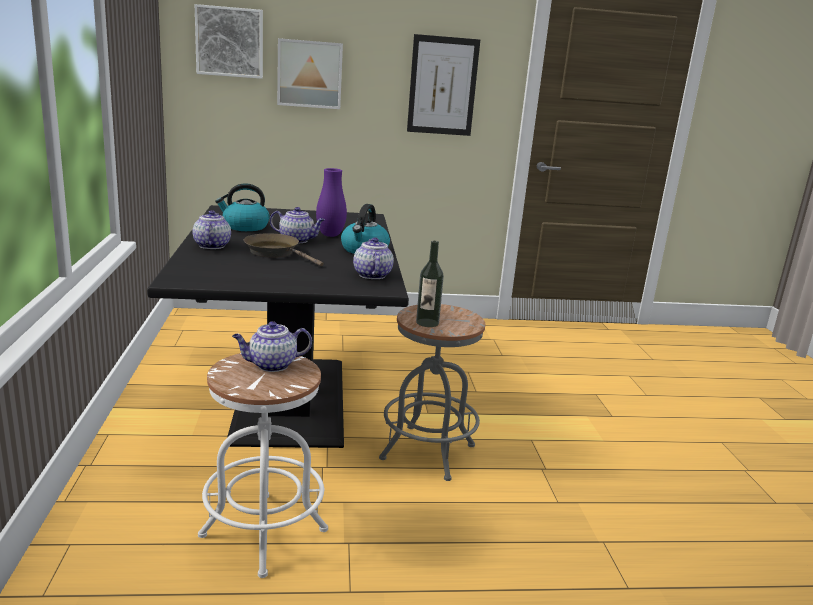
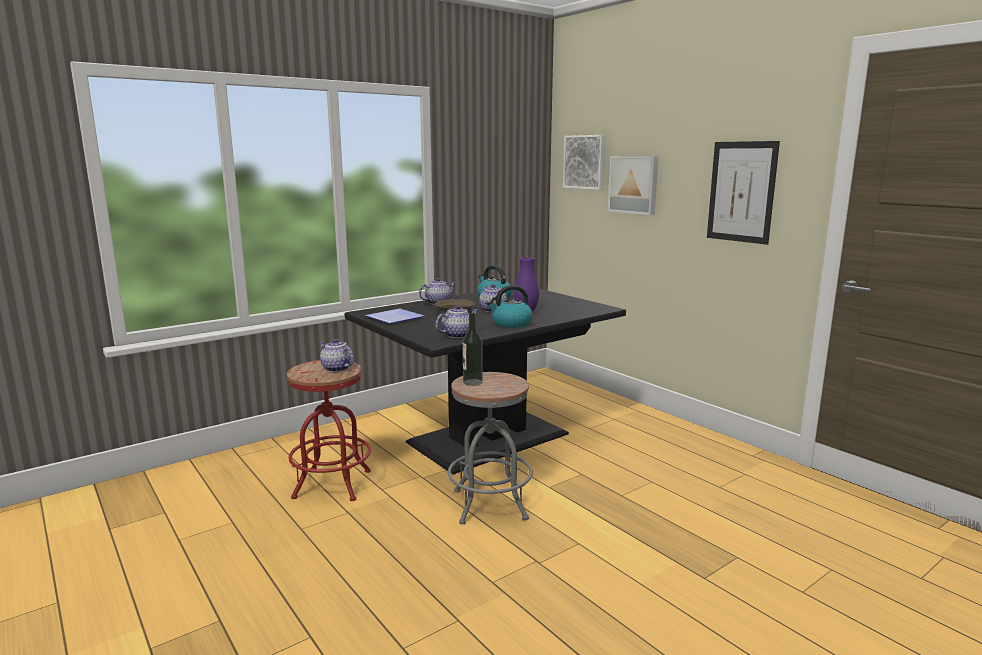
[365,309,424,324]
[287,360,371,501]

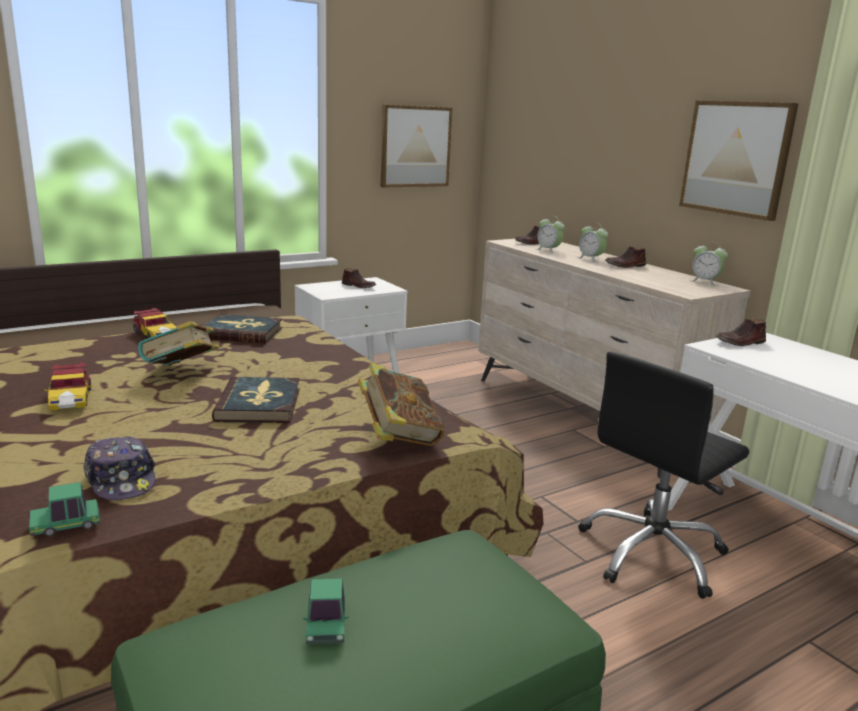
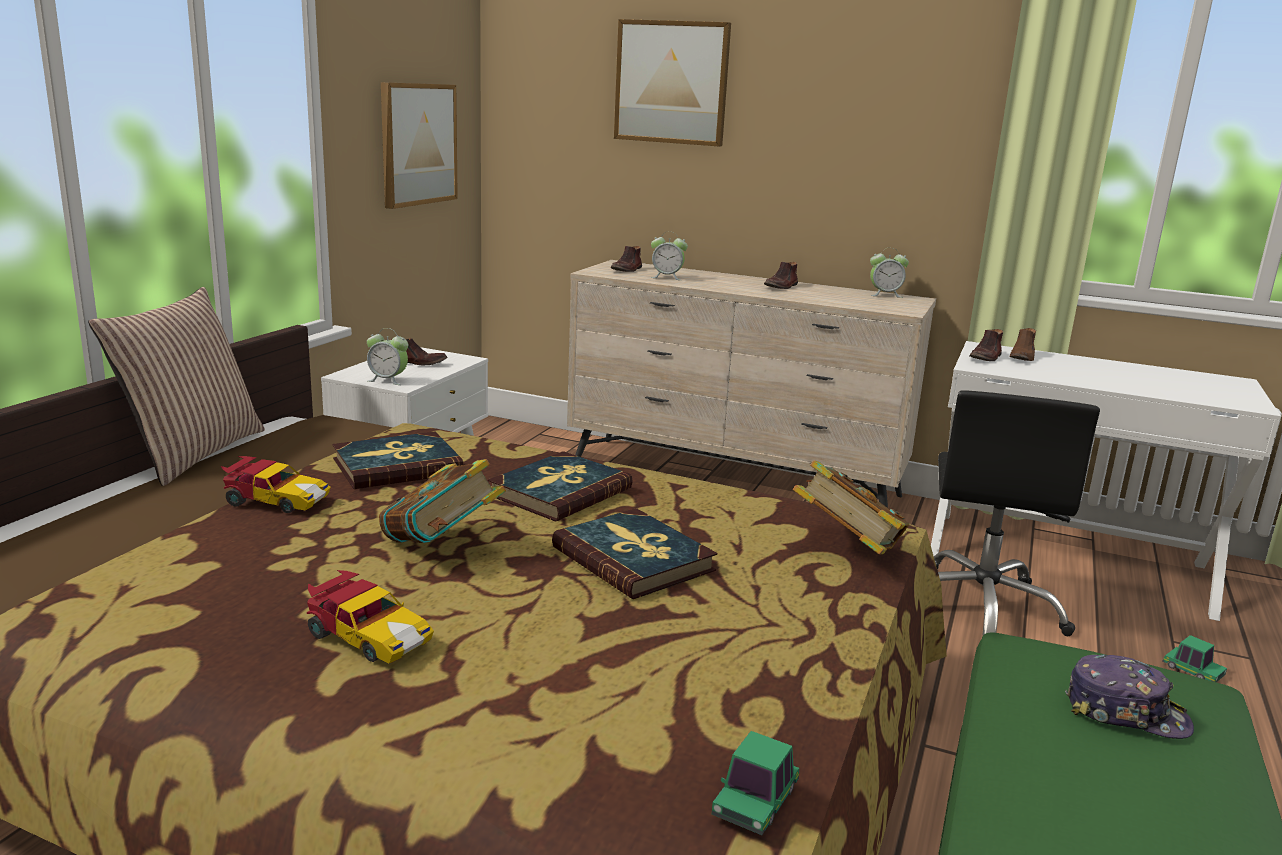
[88,287,265,486]
[488,451,633,522]
[1009,328,1036,361]
[1065,654,1194,739]
[1163,635,1227,682]
[367,328,408,385]
[614,19,731,147]

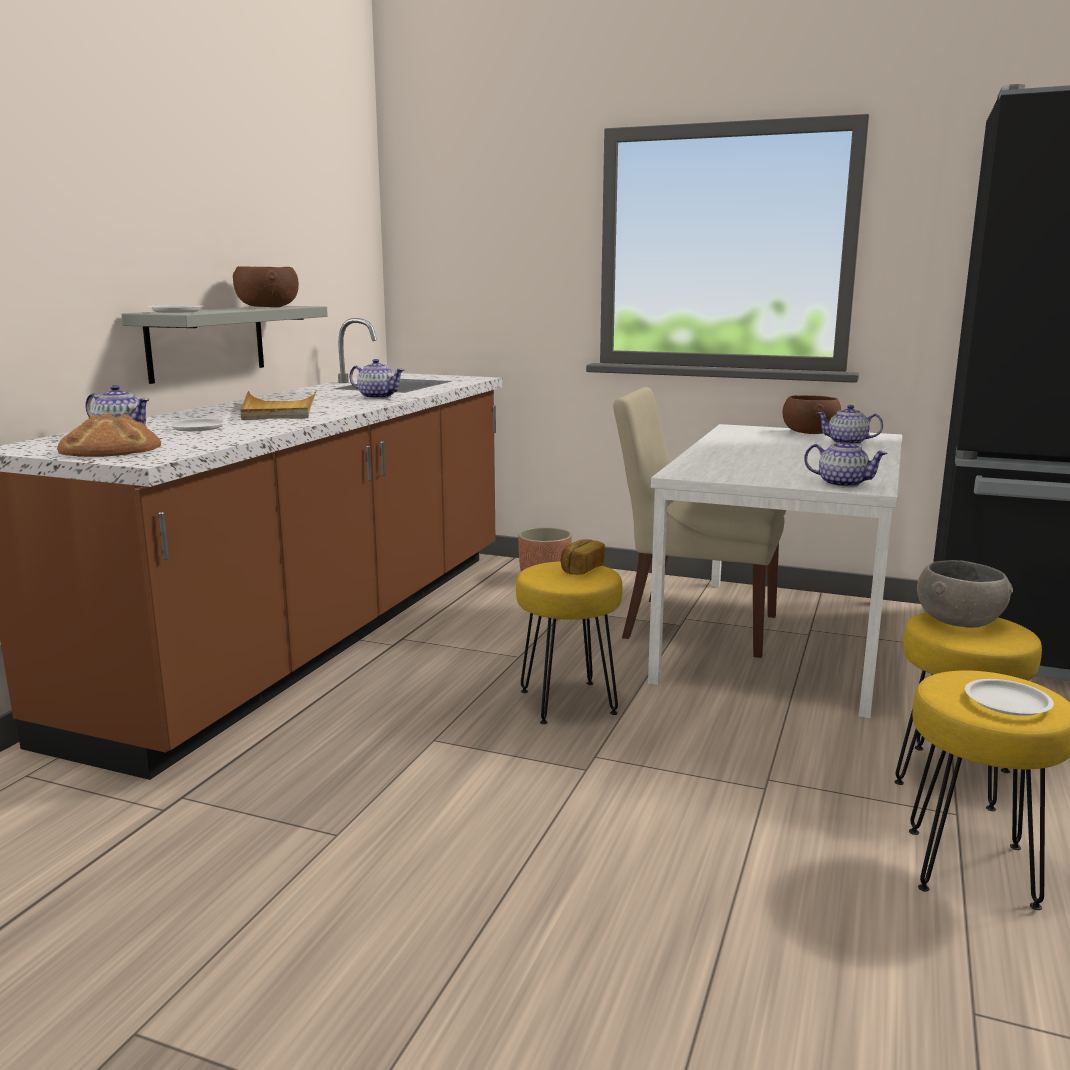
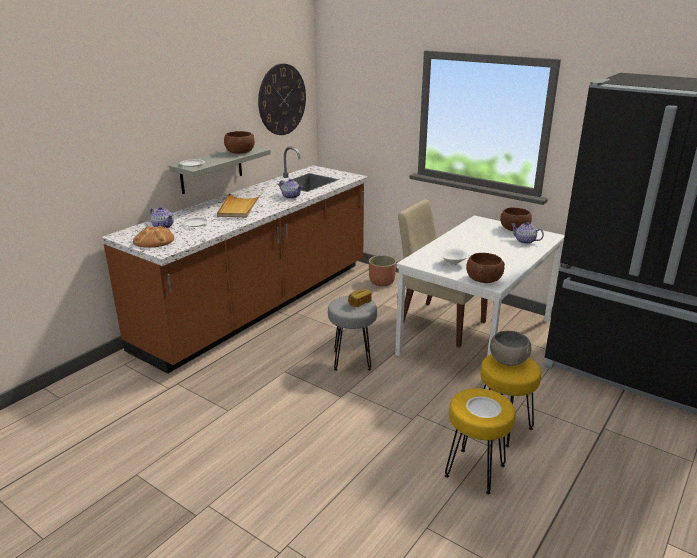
[258,64,306,135]
[439,248,470,265]
[466,253,505,283]
[328,296,377,371]

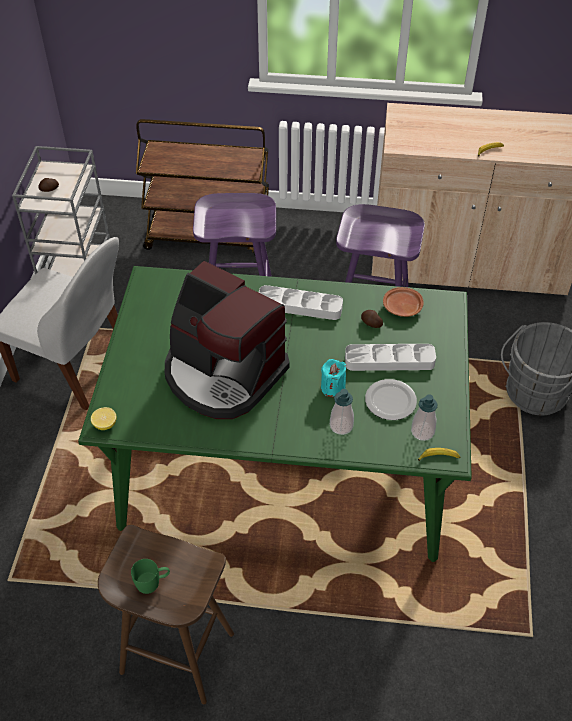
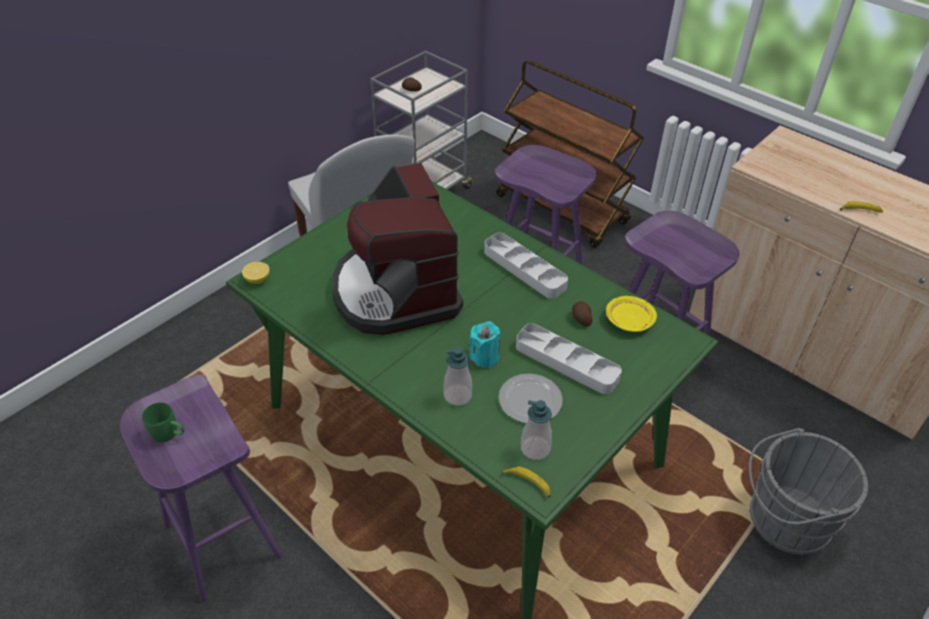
[120,374,282,602]
[606,296,657,332]

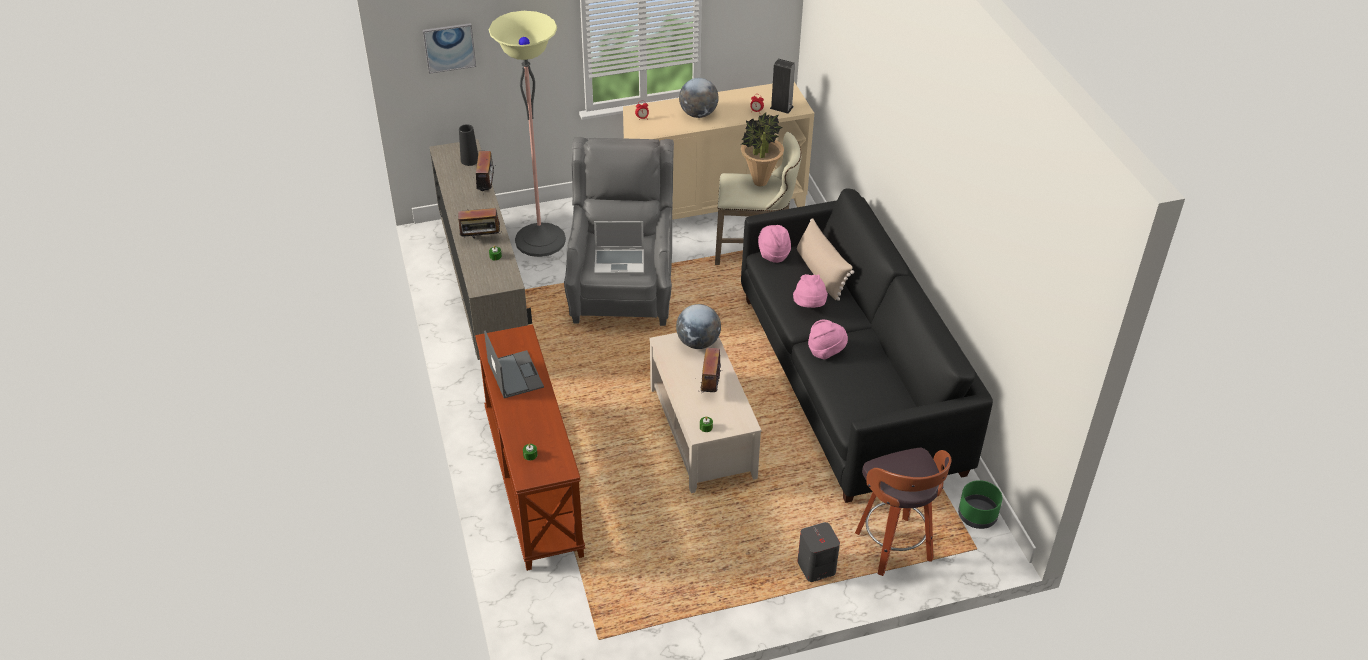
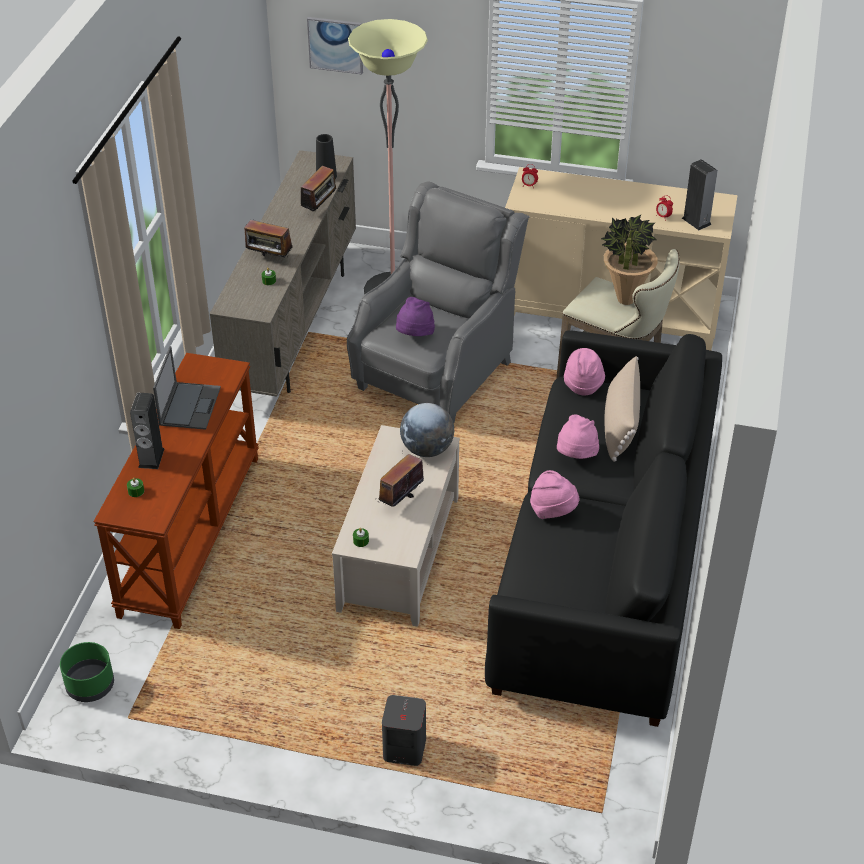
[679,78,719,118] (first image)
[855,448,952,576] (first image)
[130,393,164,469]
[60,642,114,702]
[396,297,435,336]

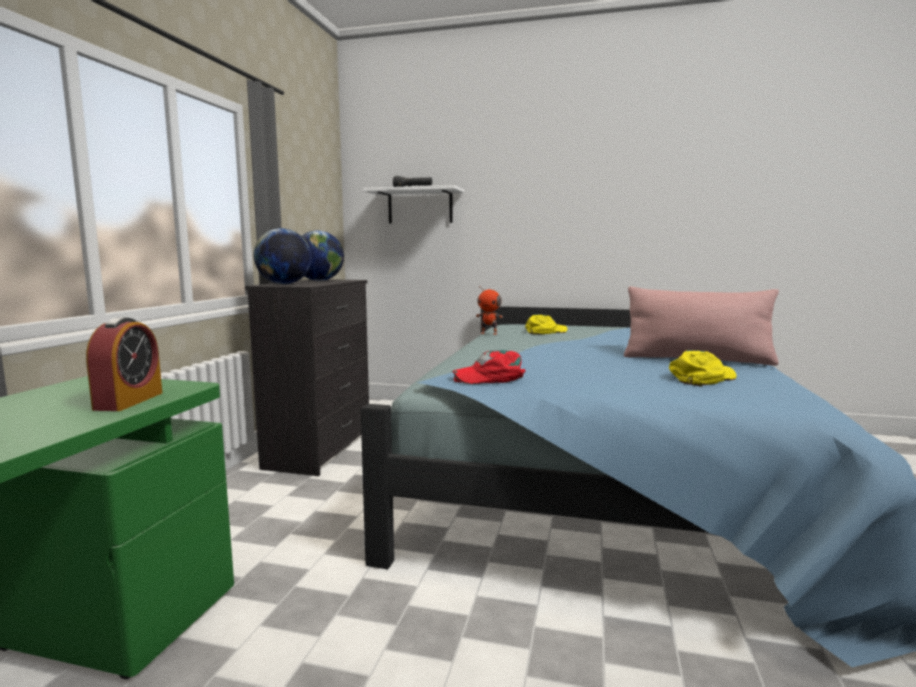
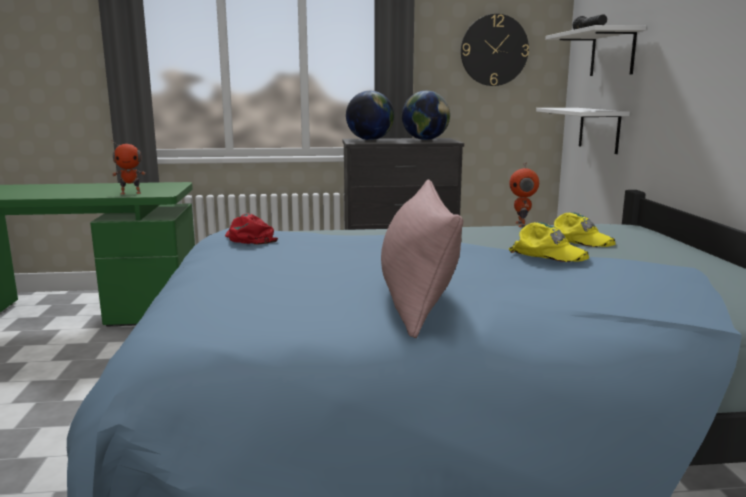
[461,14,529,86]
[536,108,630,154]
[509,222,589,262]
[111,141,146,195]

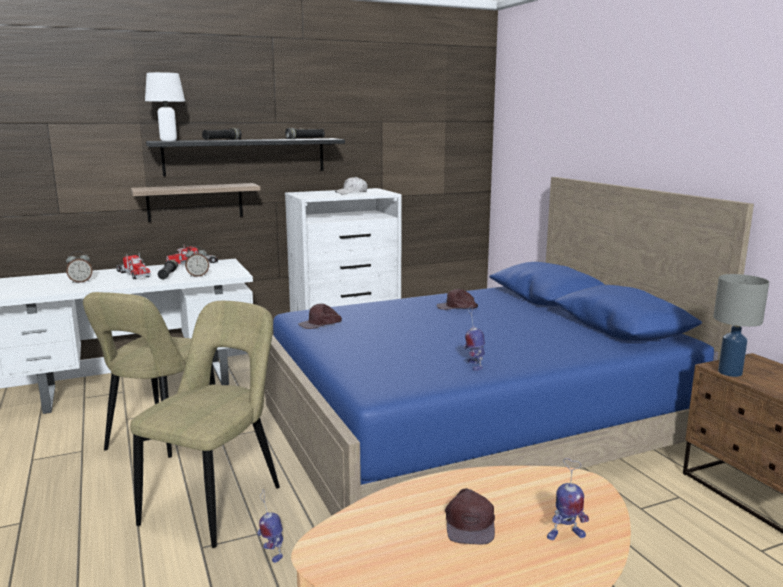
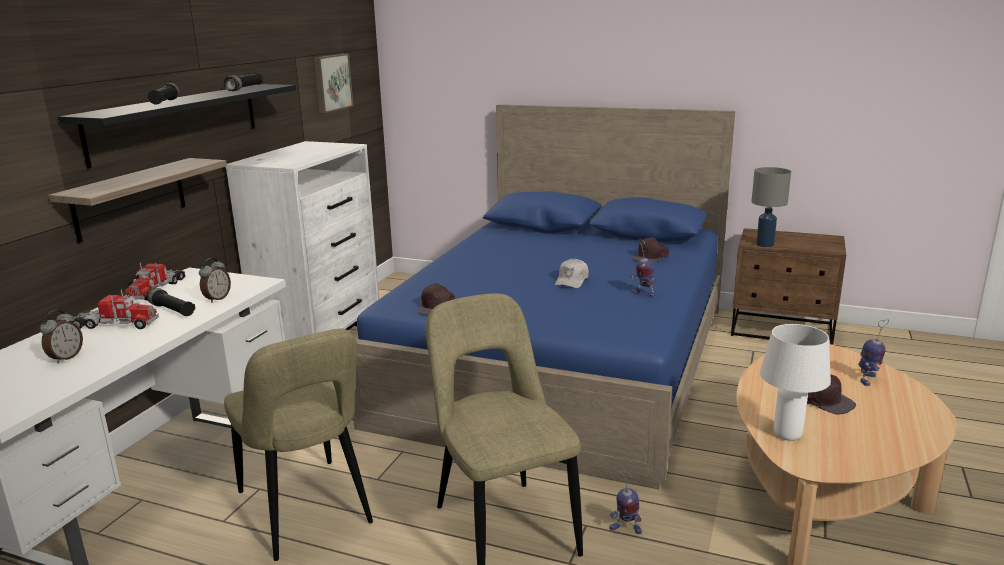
[314,54,353,113]
[760,324,831,441]
[555,258,589,288]
[631,237,669,263]

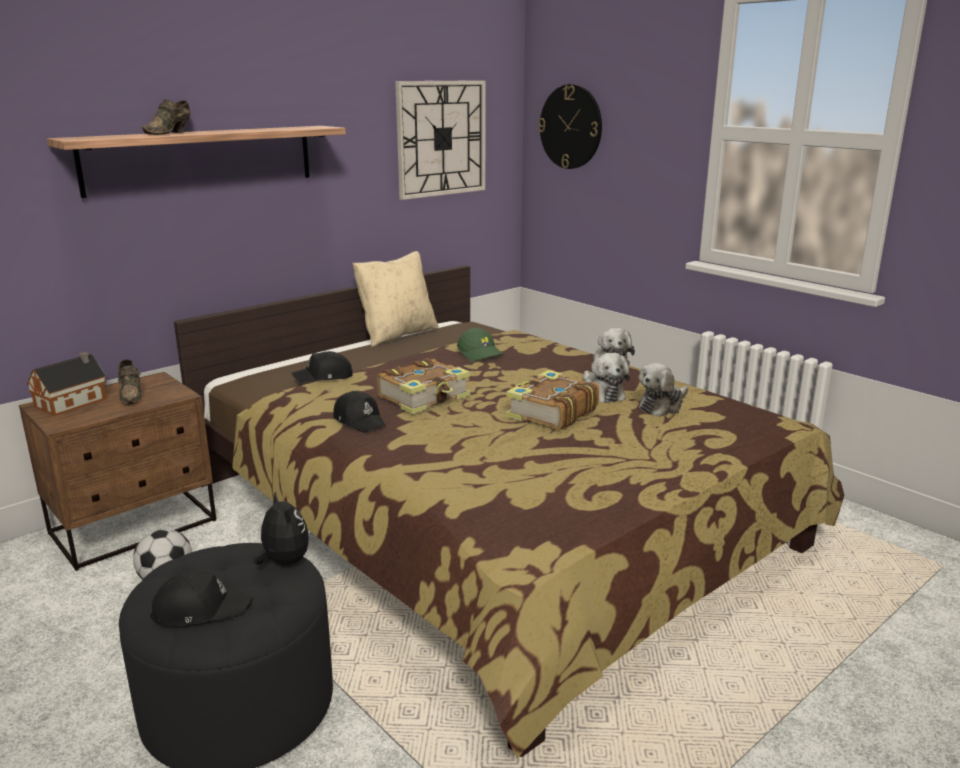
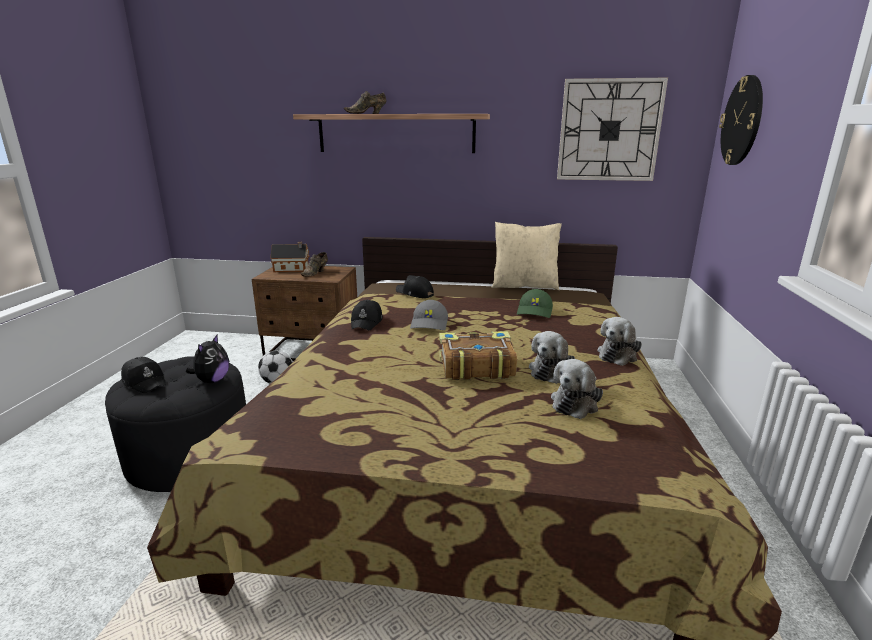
[410,300,448,330]
[551,359,603,419]

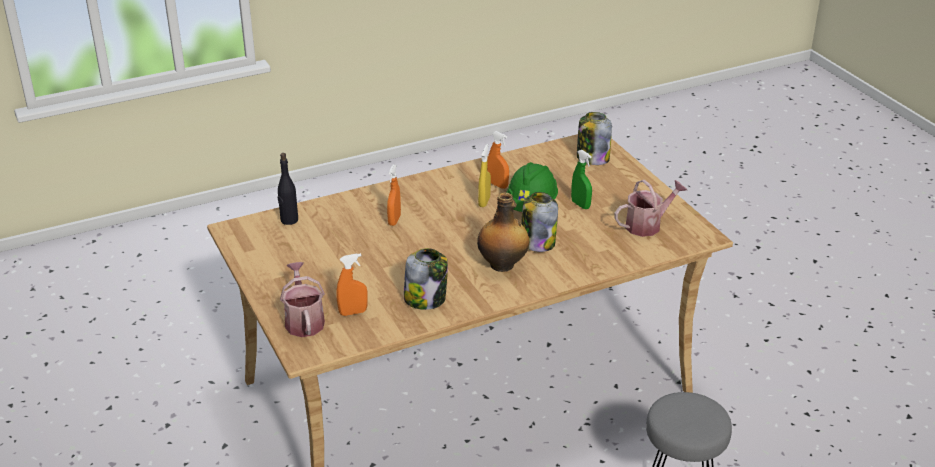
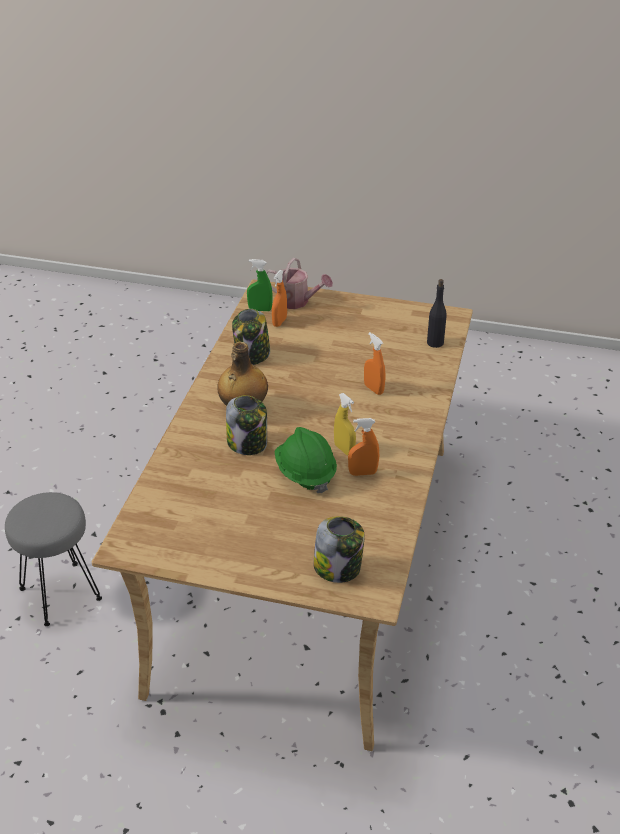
[614,180,687,237] (first image)
[247,259,273,311]

